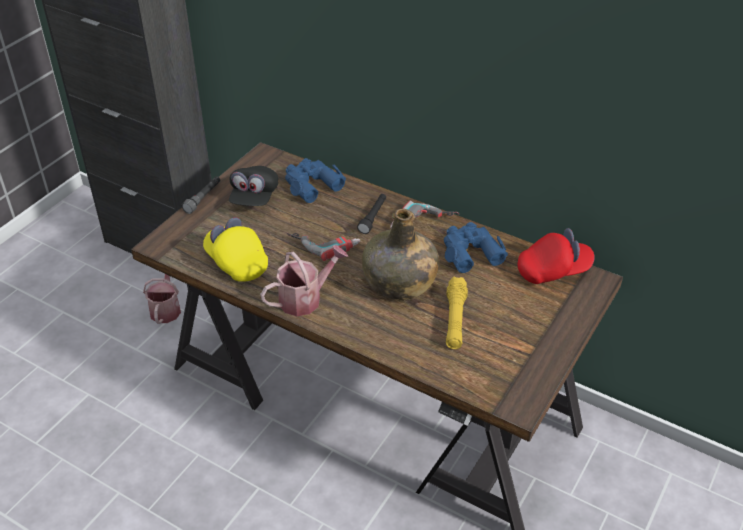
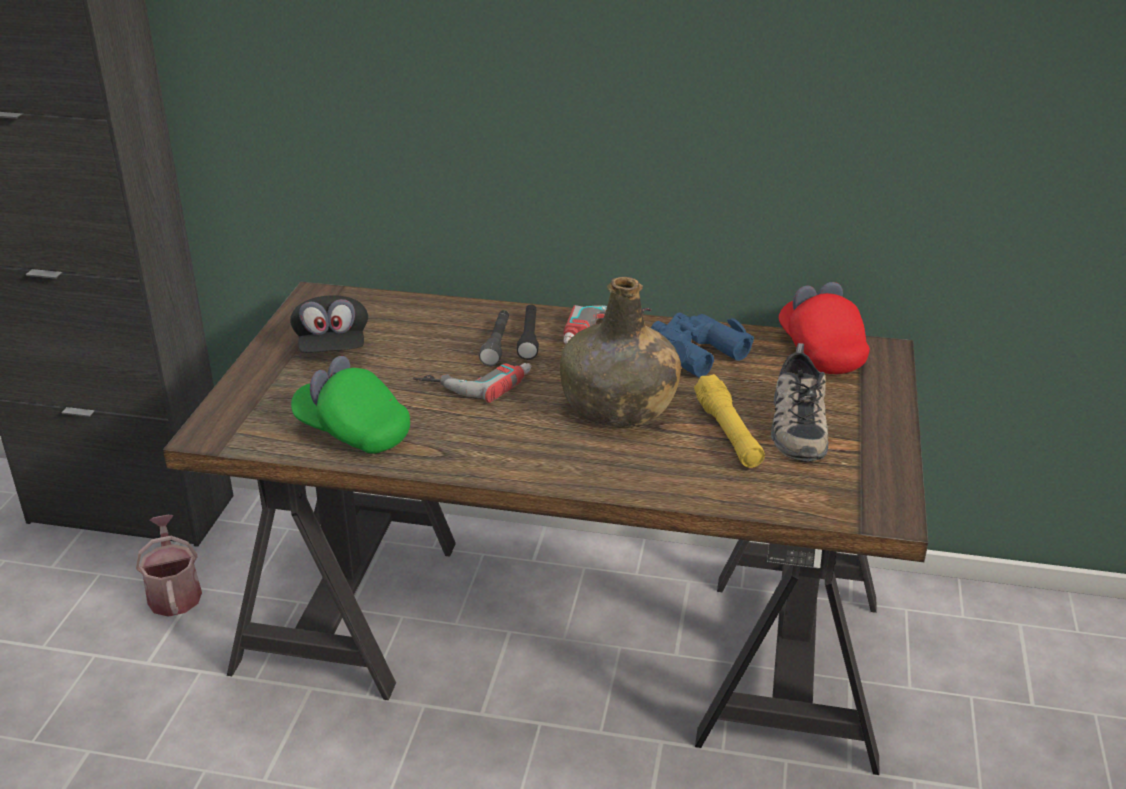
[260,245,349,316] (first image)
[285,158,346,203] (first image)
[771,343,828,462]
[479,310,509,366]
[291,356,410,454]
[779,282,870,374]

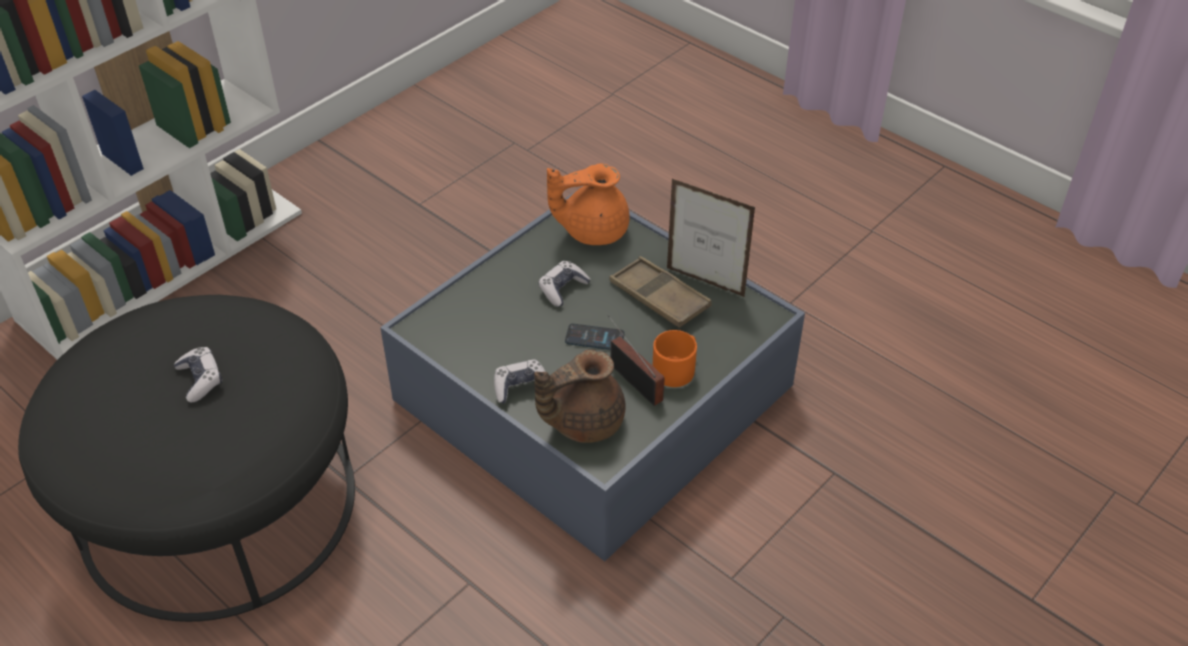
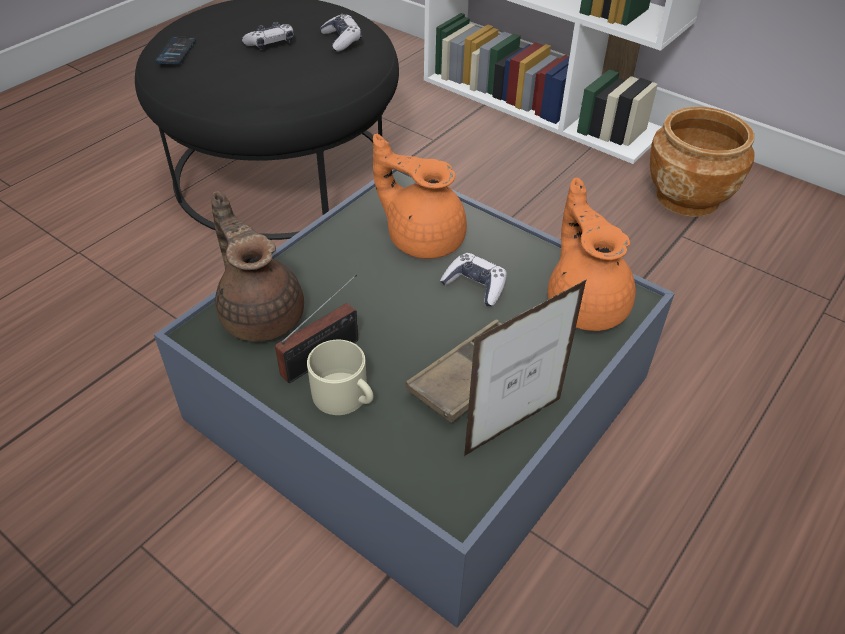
[373,134,467,259]
[650,107,755,217]
[320,14,362,52]
[155,36,196,65]
[307,340,373,415]
[464,279,587,456]

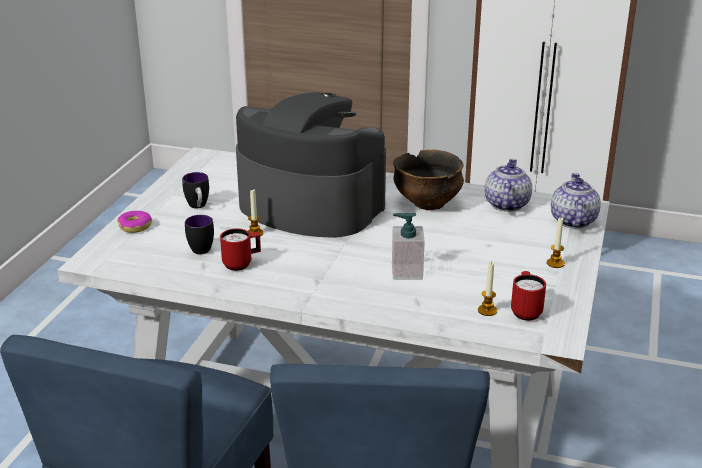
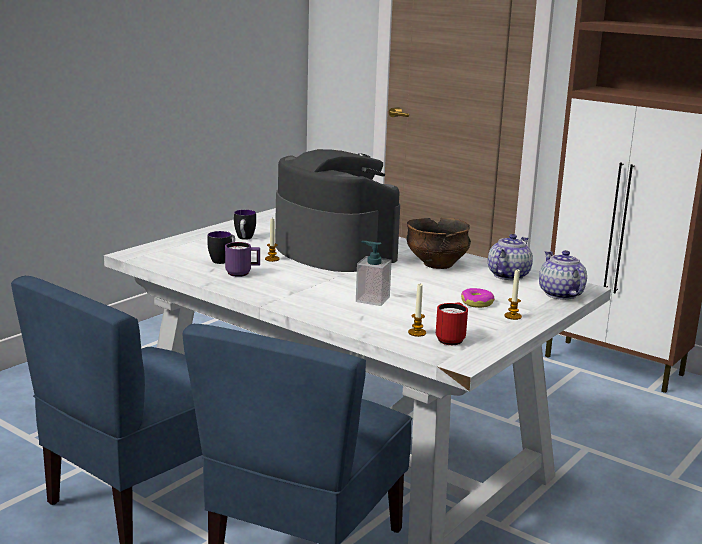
[461,288,495,308]
[225,242,260,277]
[539,250,587,300]

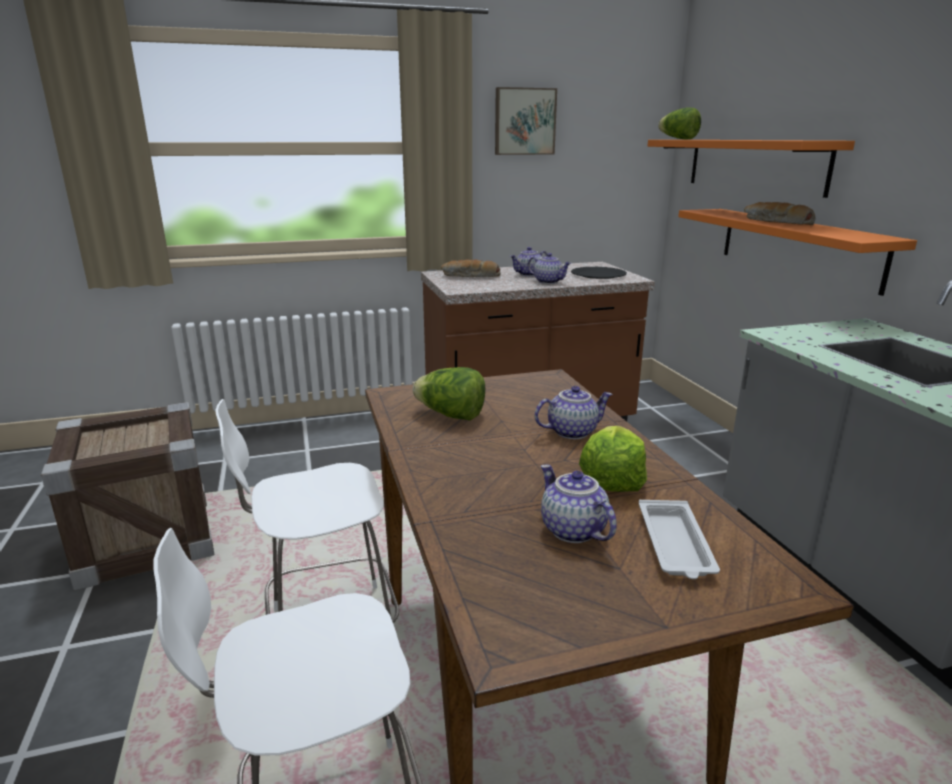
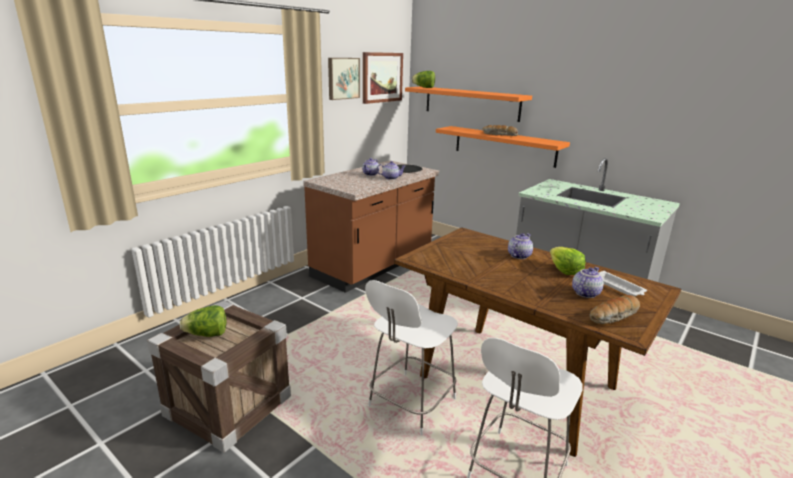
[363,52,403,104]
[180,305,226,337]
[590,295,640,324]
[572,267,604,298]

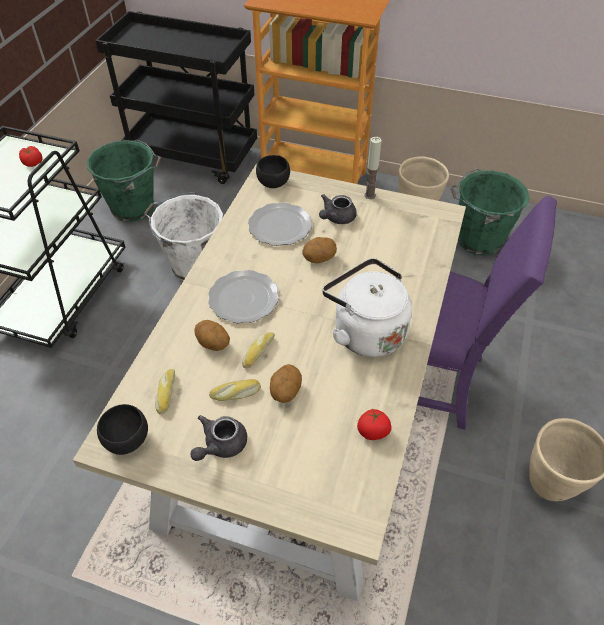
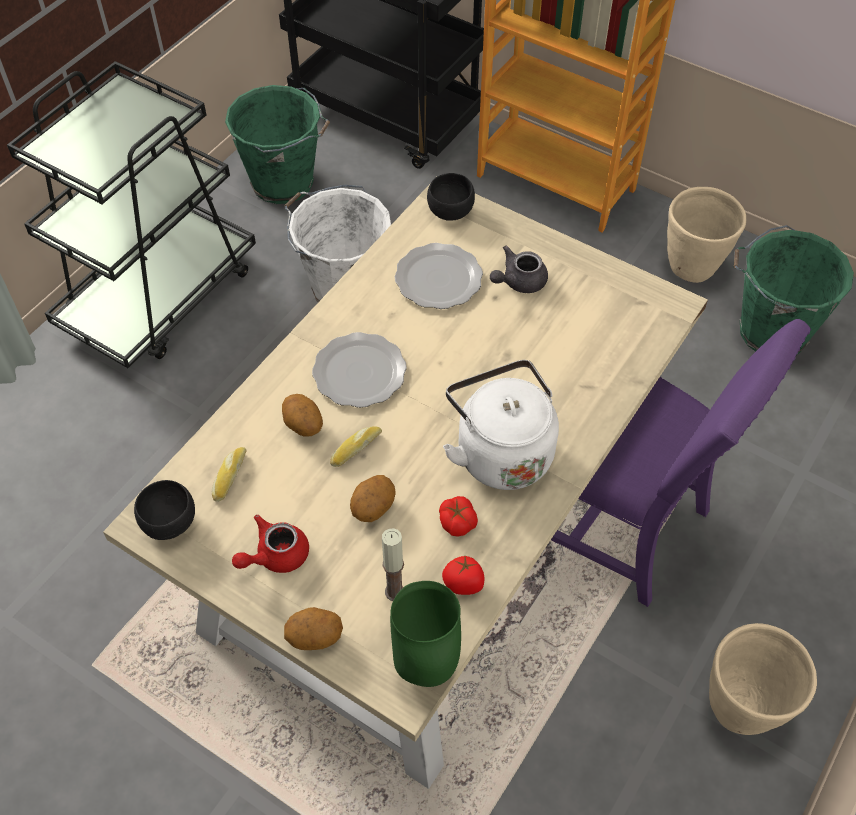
[209,379,261,401] (first image)
[390,581,461,687]
[439,496,478,537]
[284,607,343,650]
[382,528,404,601]
[232,515,309,573]

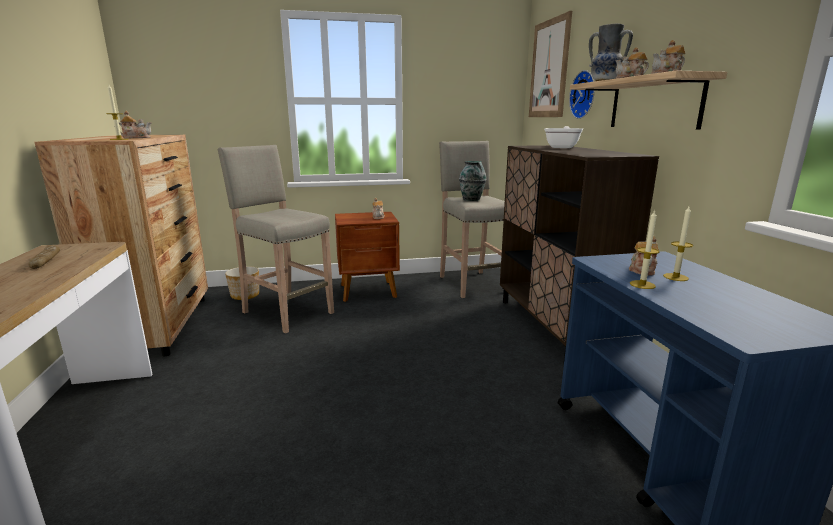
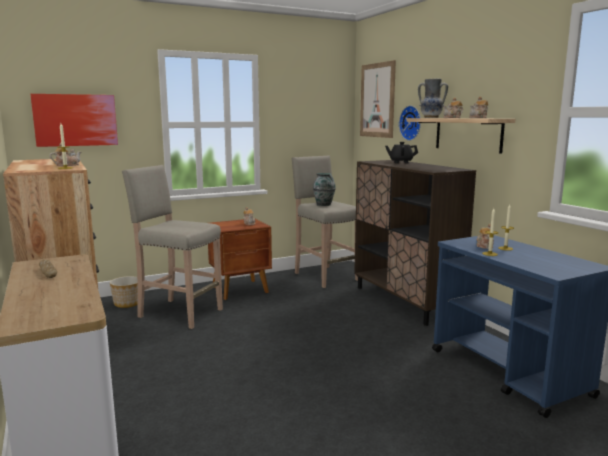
[30,94,118,147]
[385,142,418,163]

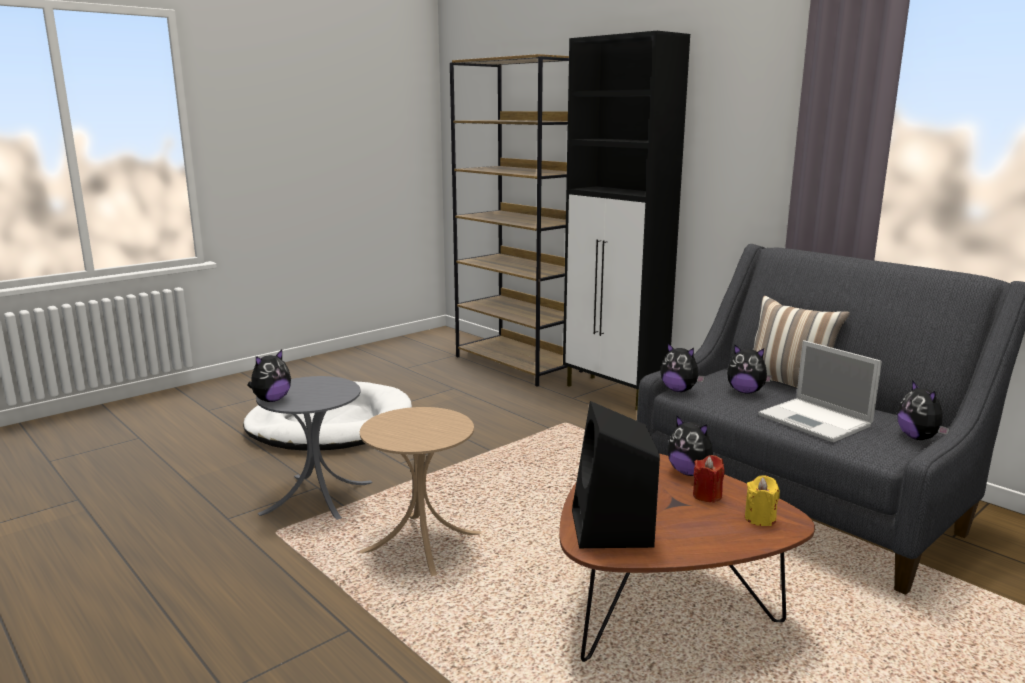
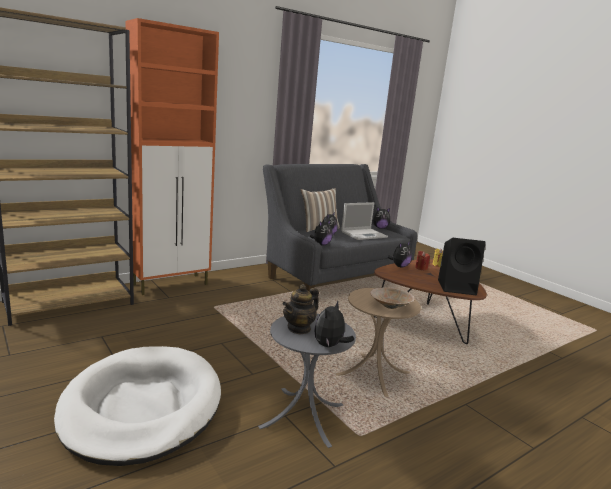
[283,284,319,334]
[370,287,415,309]
[125,18,219,295]
[315,301,354,347]

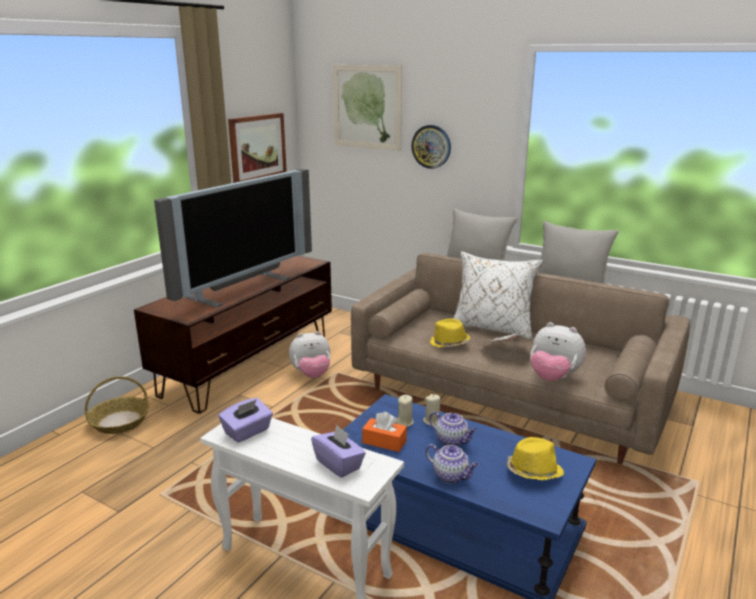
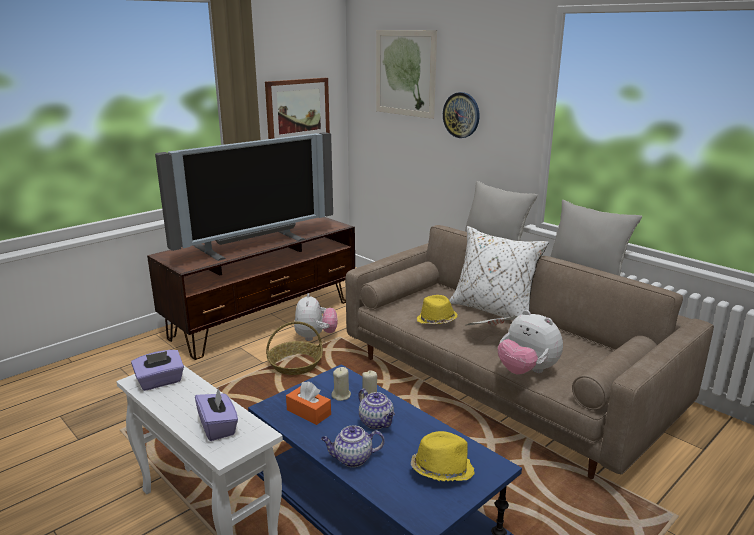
[266,321,323,375]
[294,293,338,341]
[321,426,385,467]

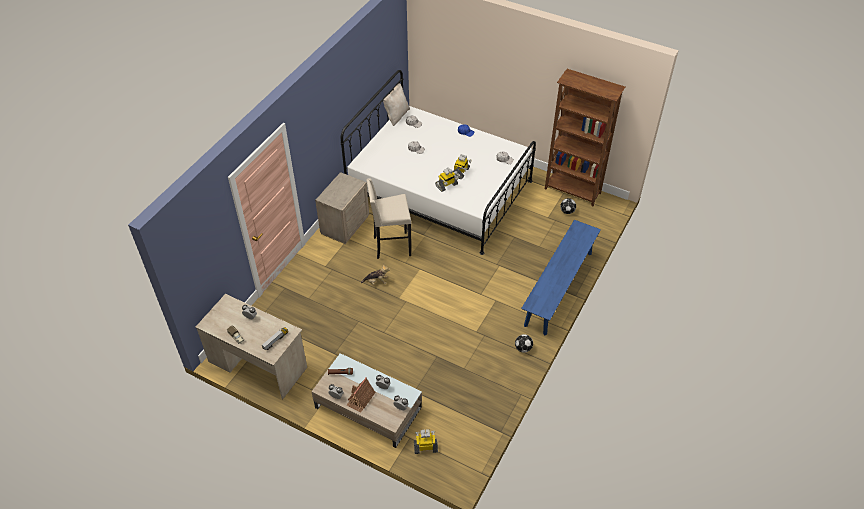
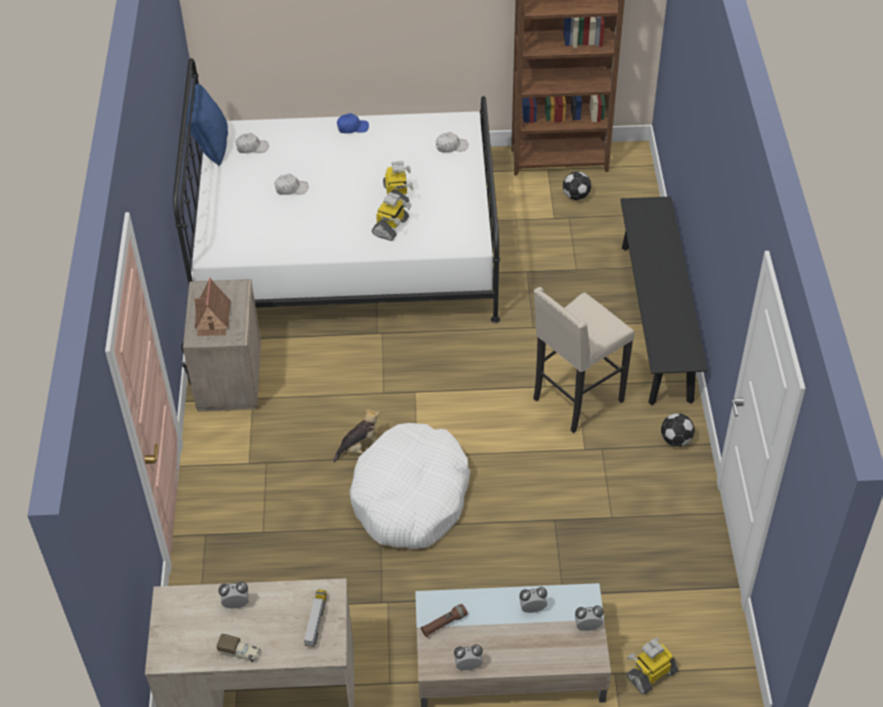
[349,423,470,549]
[194,277,231,336]
[534,287,634,433]
[187,84,228,166]
[620,197,708,405]

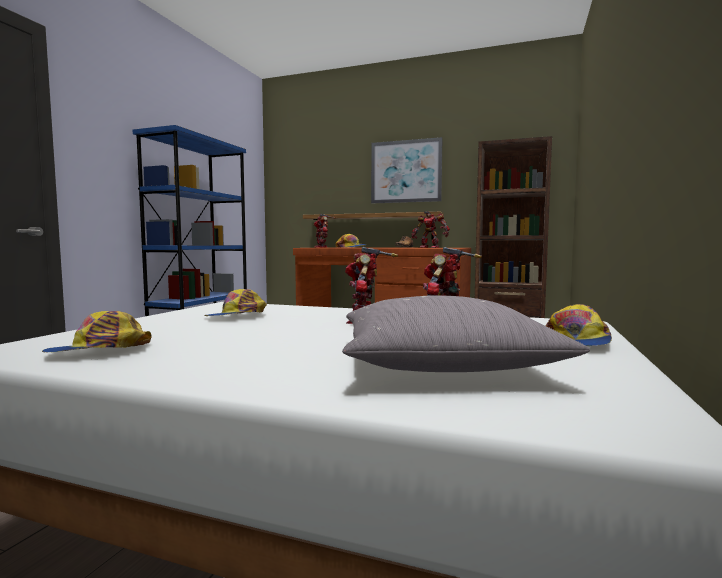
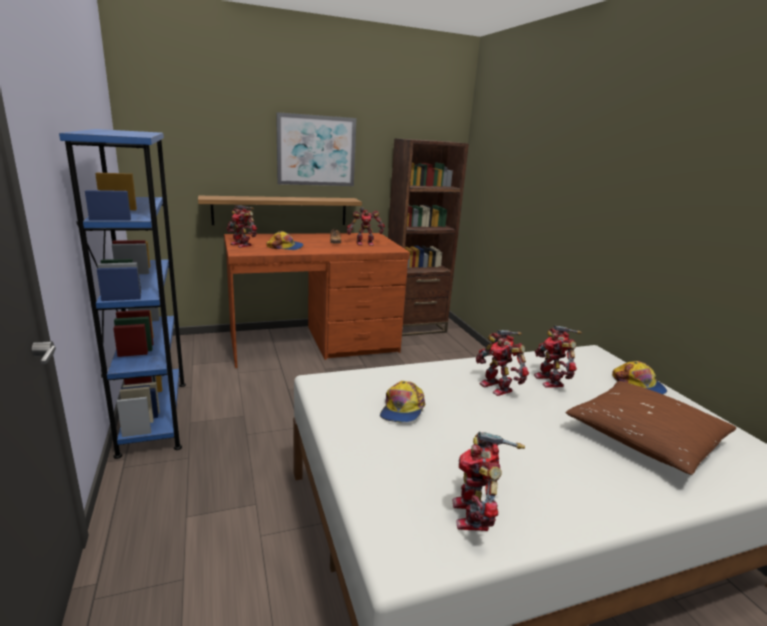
[452,432,525,531]
[565,381,736,475]

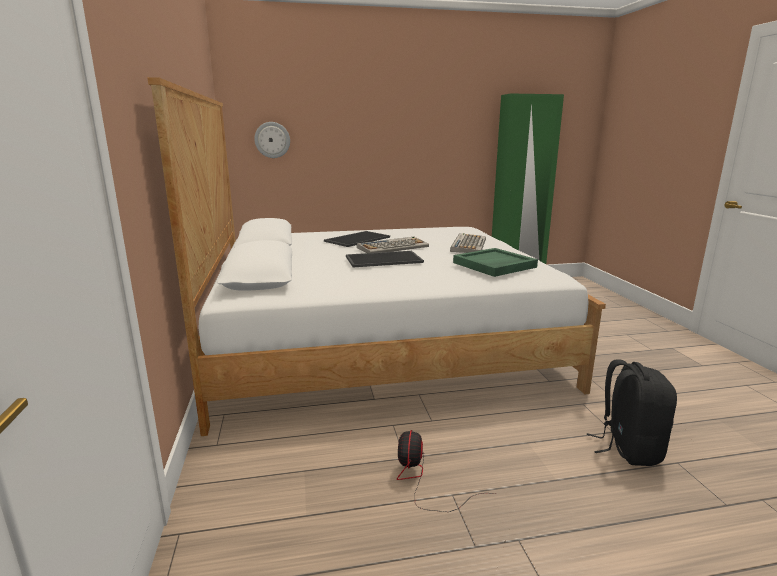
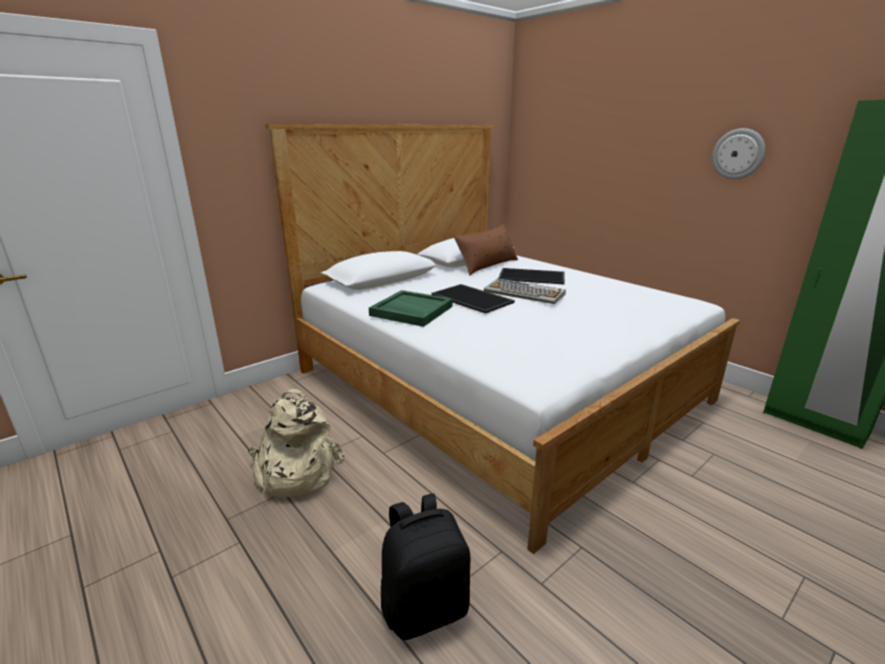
[450,233,486,253] (first image)
[454,224,518,276]
[712,128,765,180]
[369,290,453,327]
[248,389,345,497]

